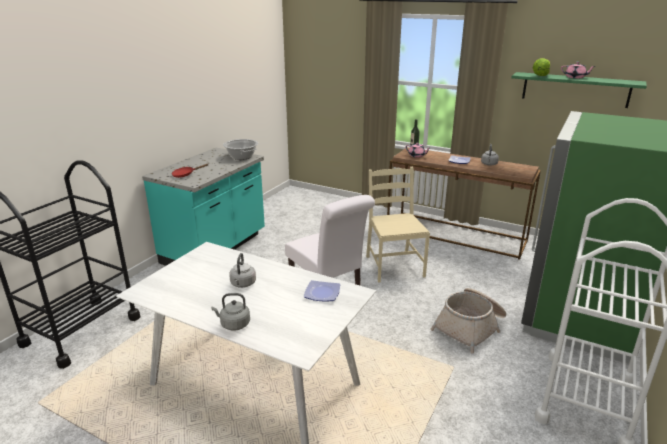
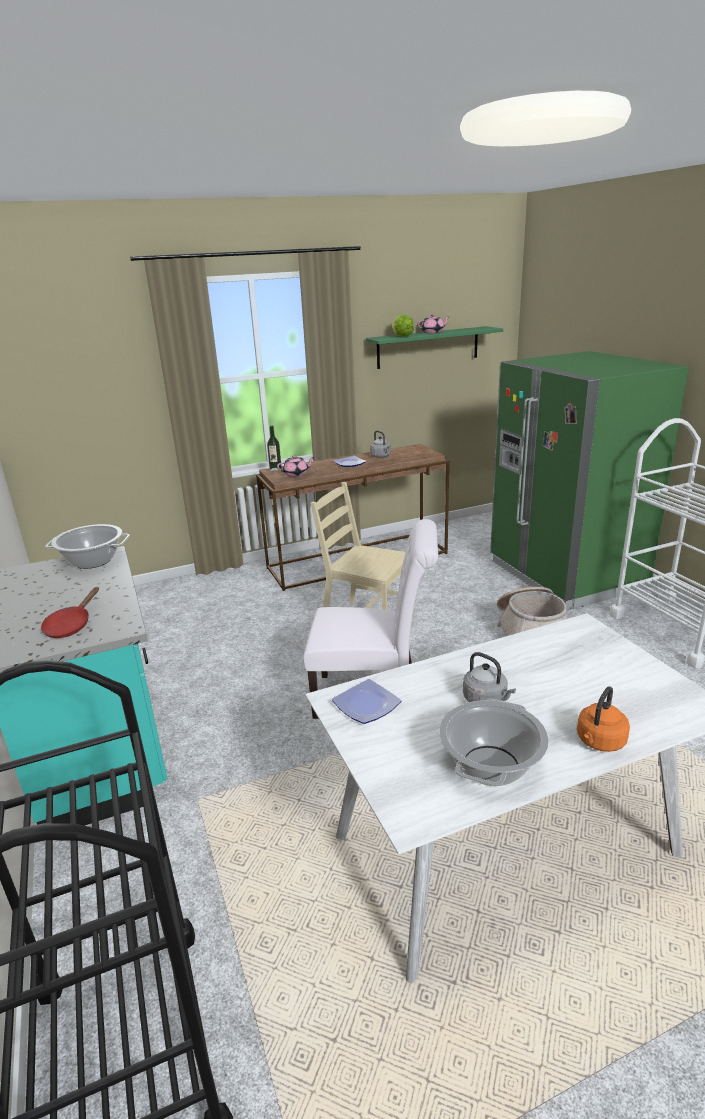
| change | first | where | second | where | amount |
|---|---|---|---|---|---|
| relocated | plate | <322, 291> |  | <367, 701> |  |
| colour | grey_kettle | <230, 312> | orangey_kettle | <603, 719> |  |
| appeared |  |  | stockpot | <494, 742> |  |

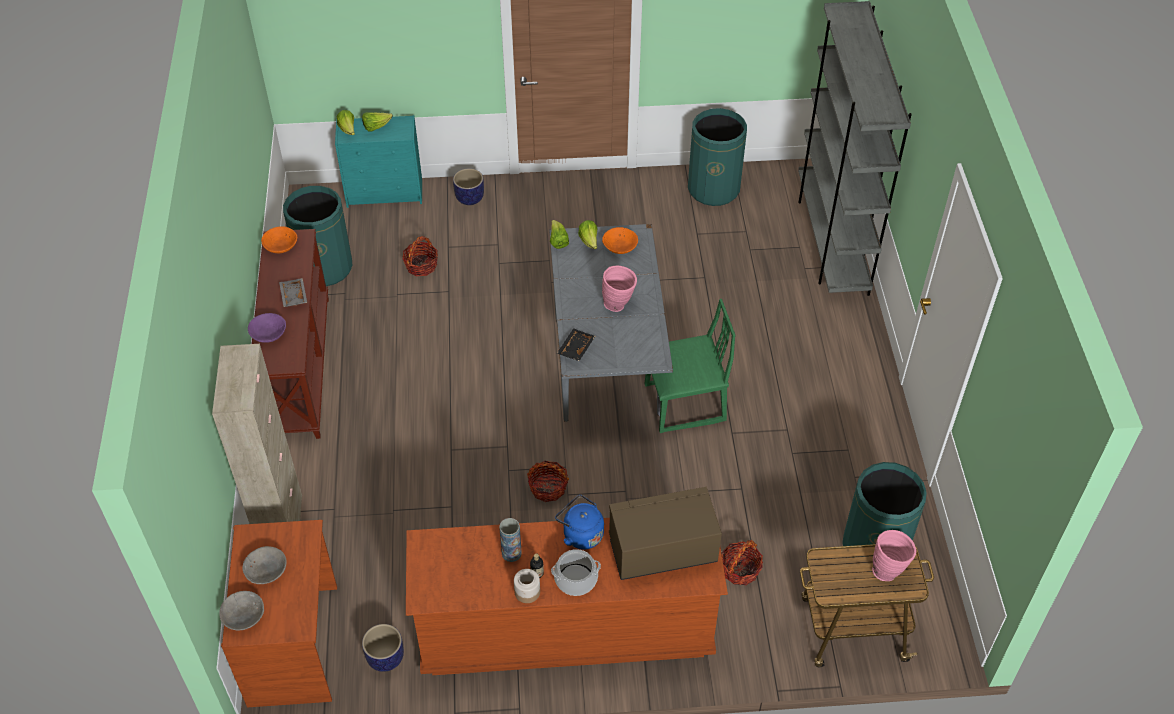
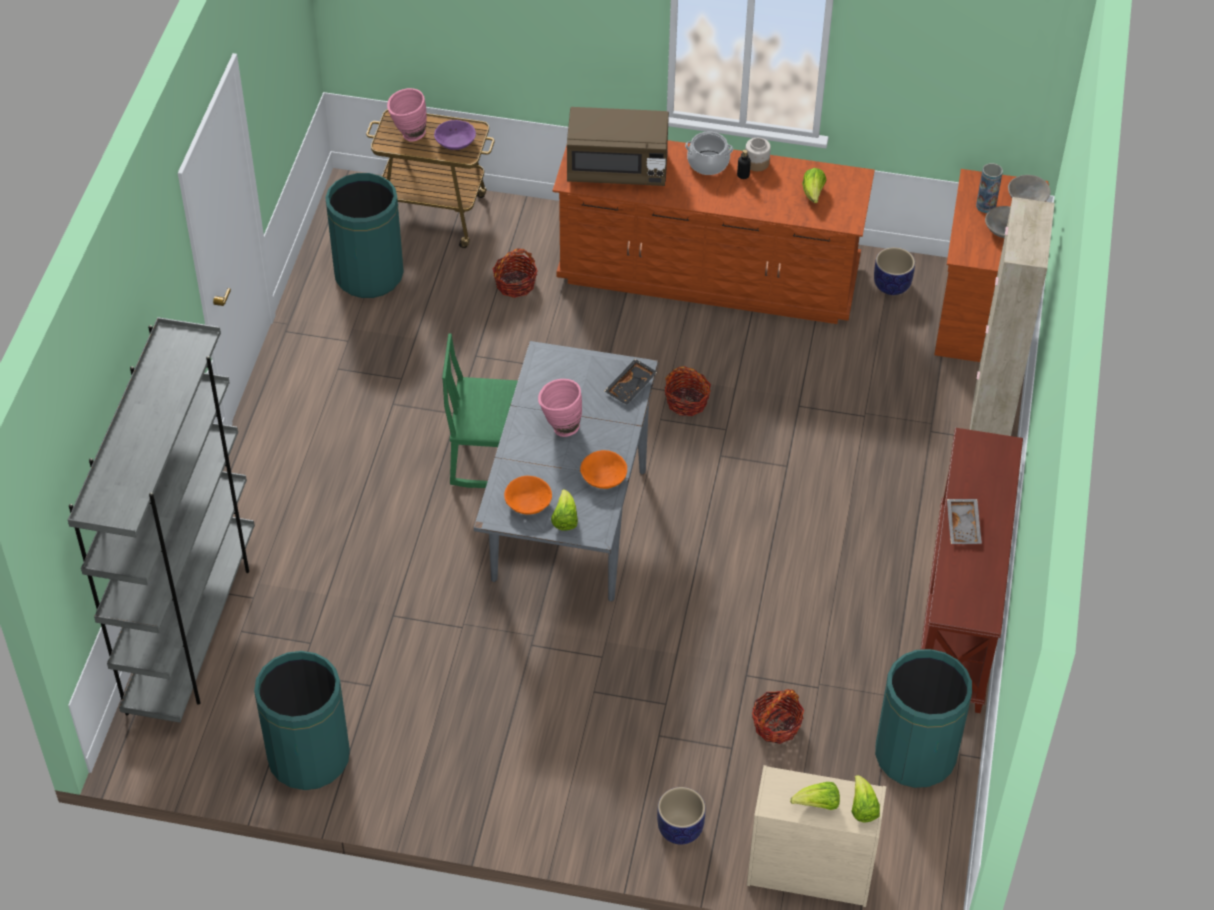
| change | first | where | second | where | amount |
|---|---|---|---|---|---|
| colour | blue-green_chest_of_drawers | <378, 161> | sand-coloured_chest_of_drawers | <816, 836> |  |
| relocated | head_of_lettuce | <559, 234> |  | <814, 185> |  |
| relocated | orangey_bowl | <279, 239> |  | <603, 469> |  |
| relocated | purple-coloured_bowl | <267, 328> |  | <455, 135> |  |
| missing | bluish_kettle | <579, 522> |  |  |  |
| relocated | flower_vase | <510, 540> |  | <989, 188> |  |

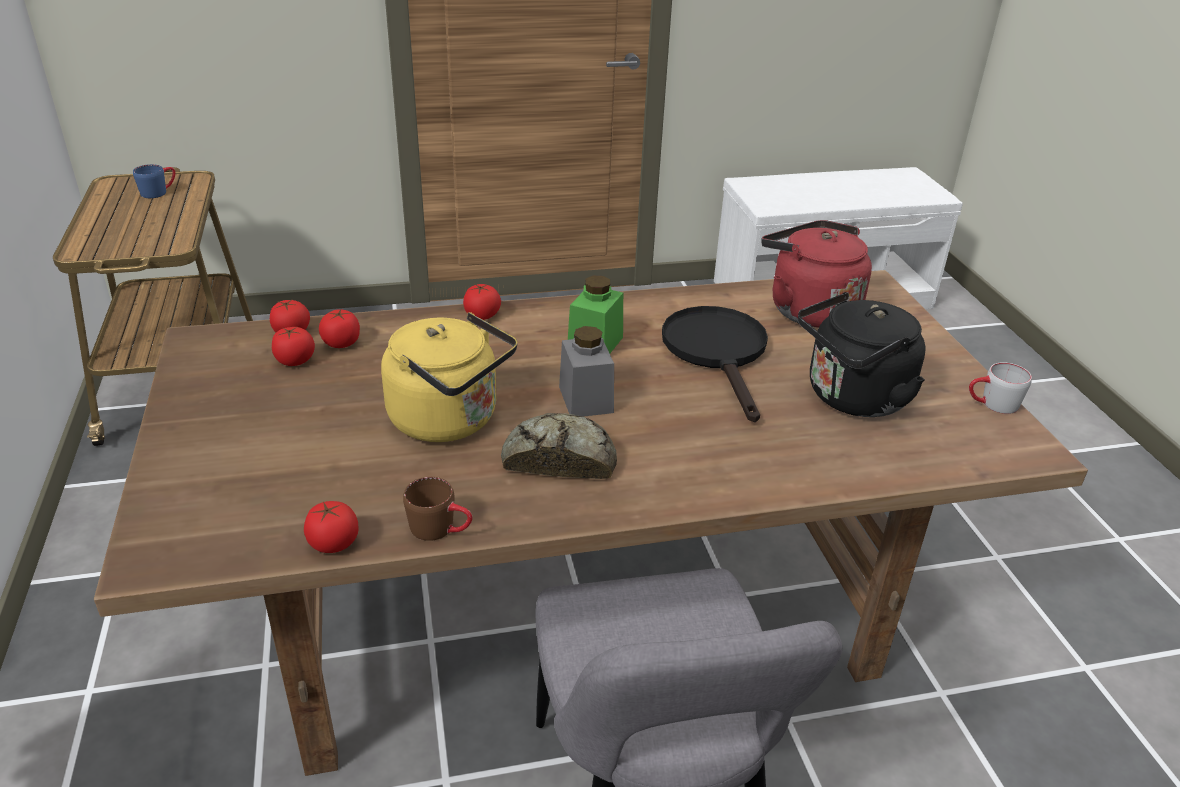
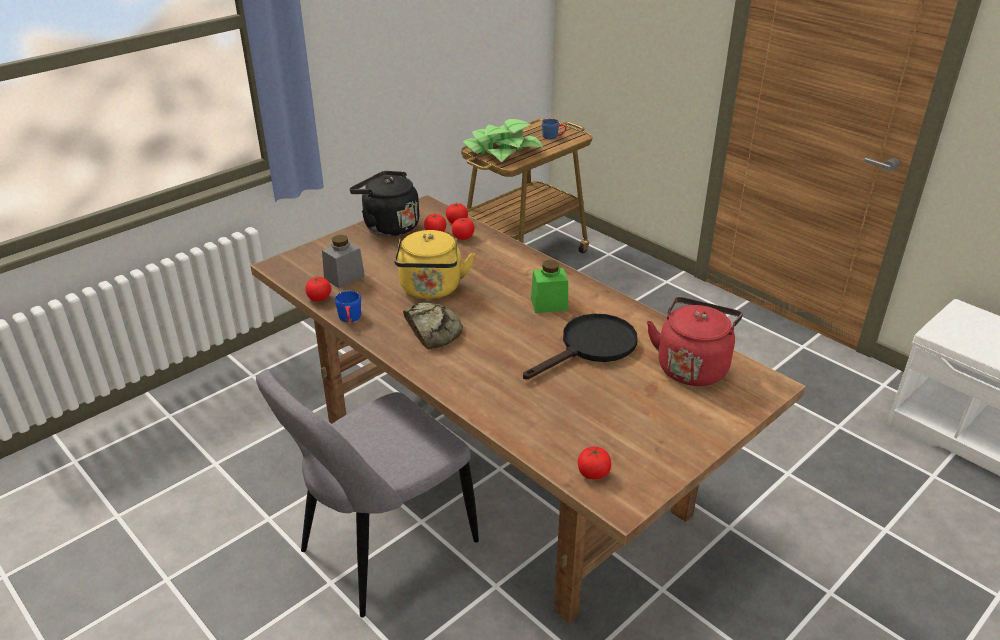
| change | first | where | second | where | amount |
|---|---|---|---|---|---|
| relocated | tomato | <482, 302> |  | <594, 463> |  |
| relocated | blackish_kettle | <861, 354> |  | <384, 203> |  |
| relocated | grey_storage_jar | <586, 371> |  | <343, 261> |  |
| missing | grey_mug | <1000, 388> |  |  |  |
| colour | brown_mug | <437, 509> | bluish_mug | <348, 306> |  |
| appeared |  |  | houseplant | <503, 140> |  |

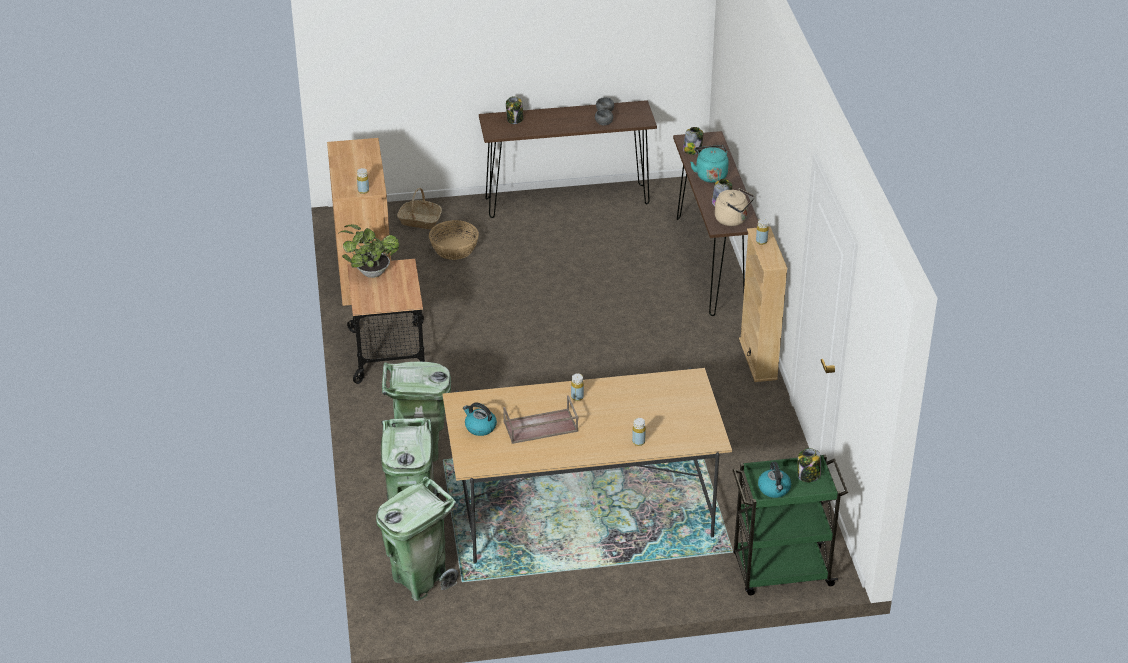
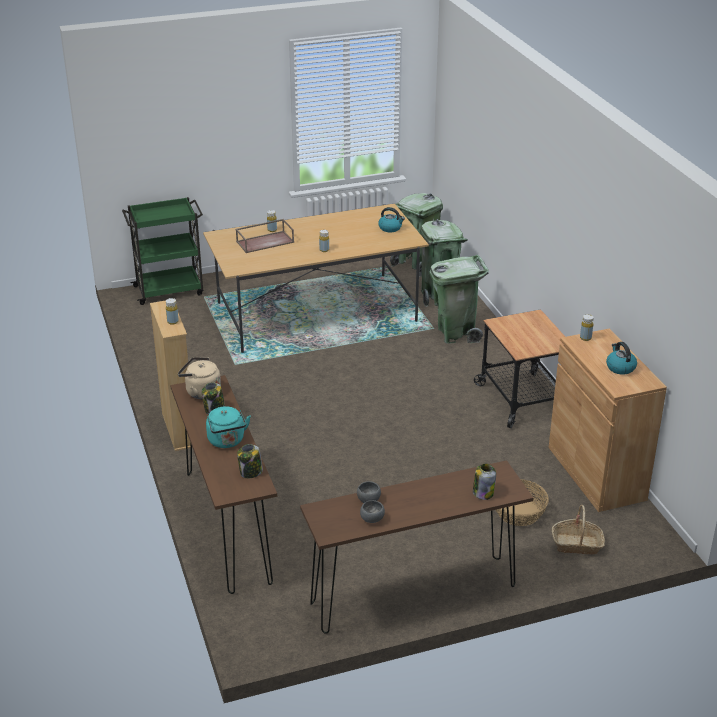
| change | first | where | second | where | amount |
|---|---|---|---|---|---|
| missing | houseplant | <368, 251> |  |  |  |
| relocated | brown_serving_tray | <540, 419> |  | <265, 236> |  |
| missing | storage_jar | <809, 465> |  |  |  |
| relocated | kettle | <774, 480> |  | <621, 358> |  |

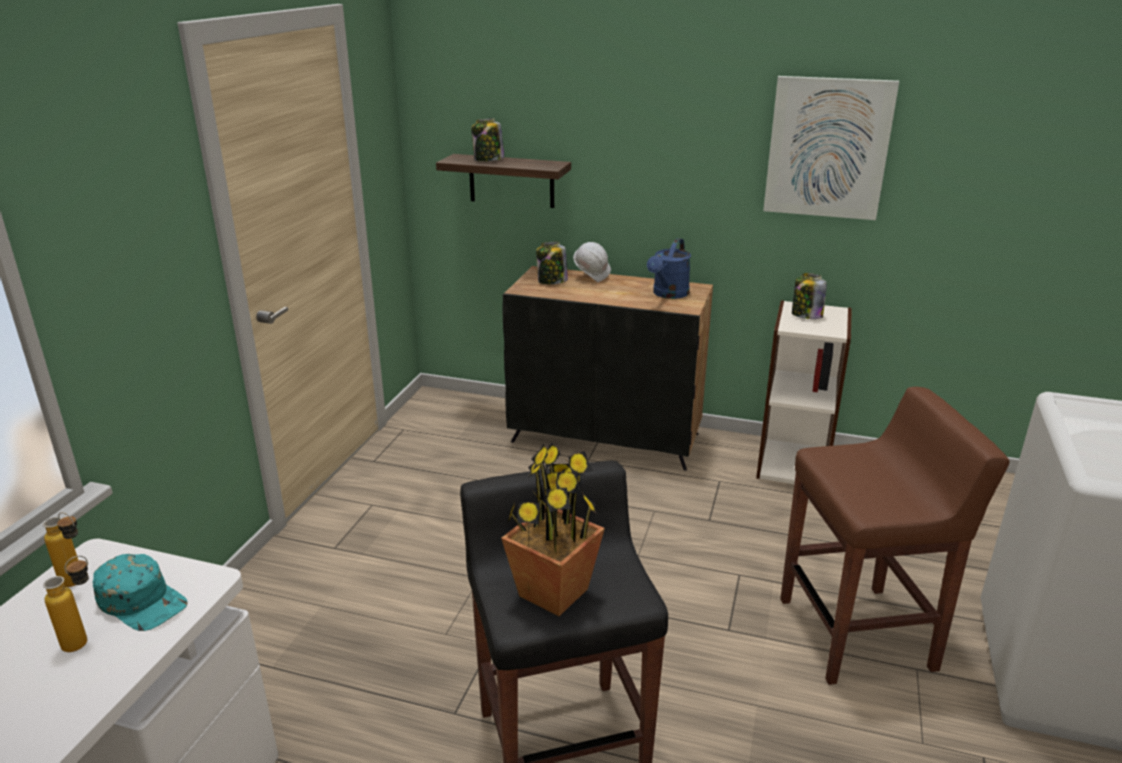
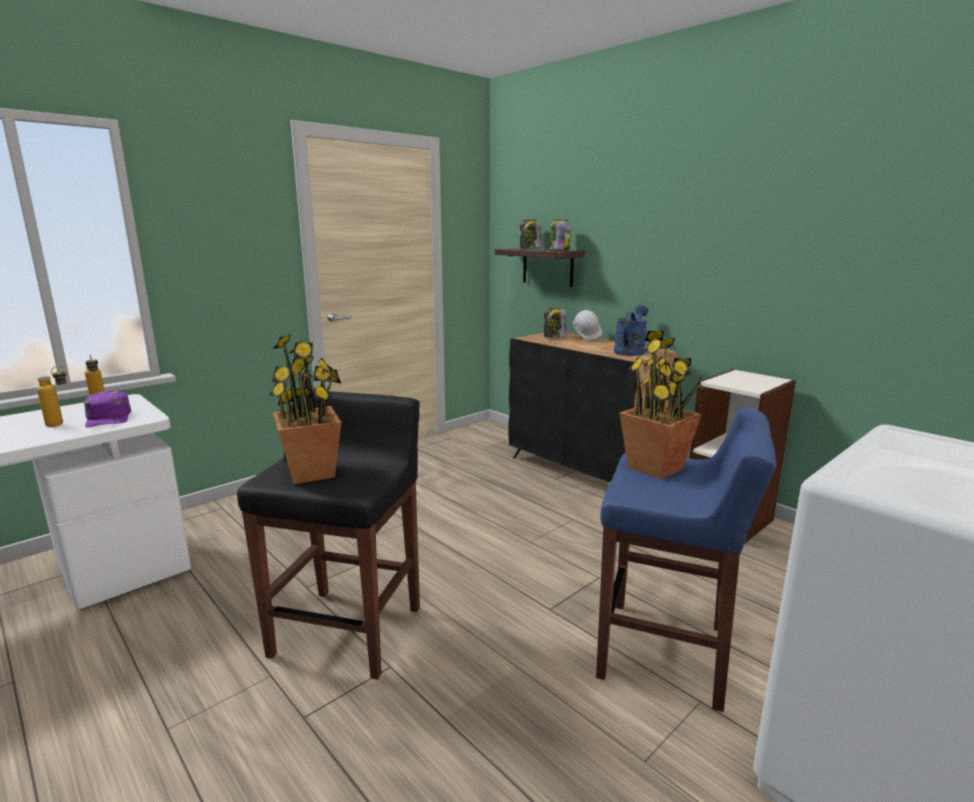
| change | first | where | second | where | amount |
|---|---|---|---|---|---|
| missing | picture | <831, 148> |  |  |  |
| spun | bluish_watering_pot | <669, 268> |  | <631, 330> | 150 degrees clockwise |
| relocated | storage_jar | <809, 296> |  | <560, 234> |  |
| colour | brown_stool | <895, 536> | bluish_stool | <686, 560> |  |
| colour | blue-green_cap | <140, 592> | purple-coloured_cap | <107, 408> |  |
| appeared |  |  | houseplant | <661, 405> |  |

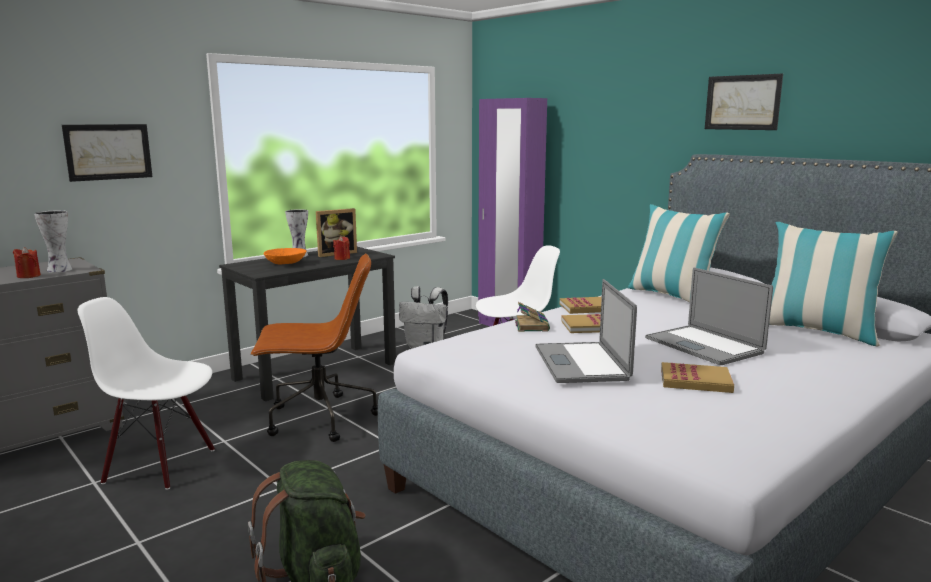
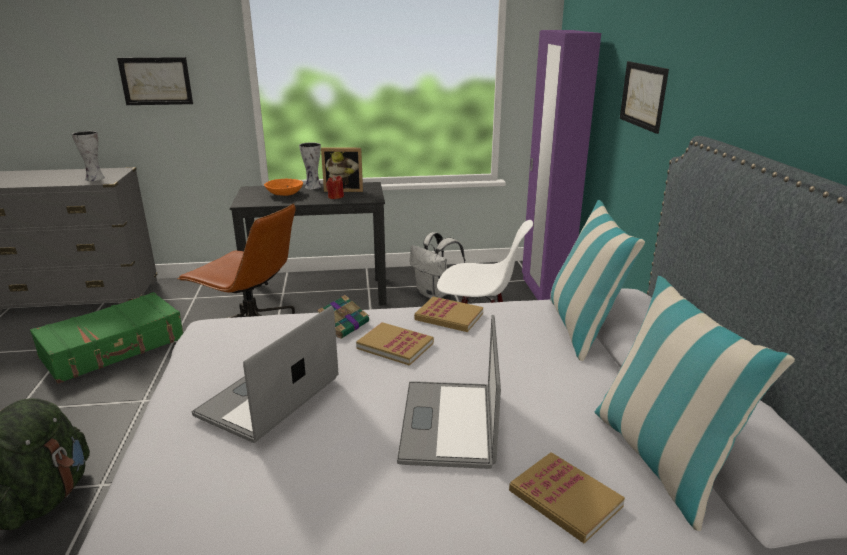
| change | first | where | second | where | amount |
|---|---|---|---|---|---|
| relocated | picture | <744, 102> |  | <644, 97> |  |
| missing | red-coloured_wax_light | <27, 262> |  |  |  |
| exchanged | white_upright_chair | <146, 393> | green_travel_case | <106, 338> |  |
| relocated | bound_book | <697, 377> |  | <567, 497> |  |

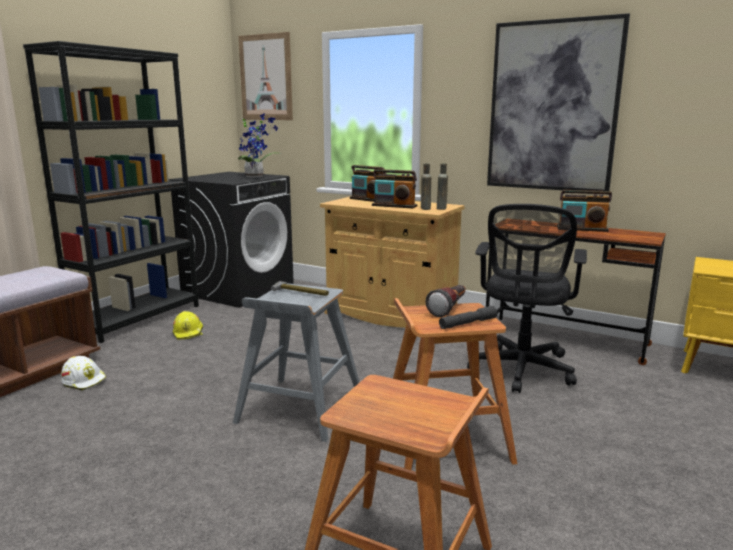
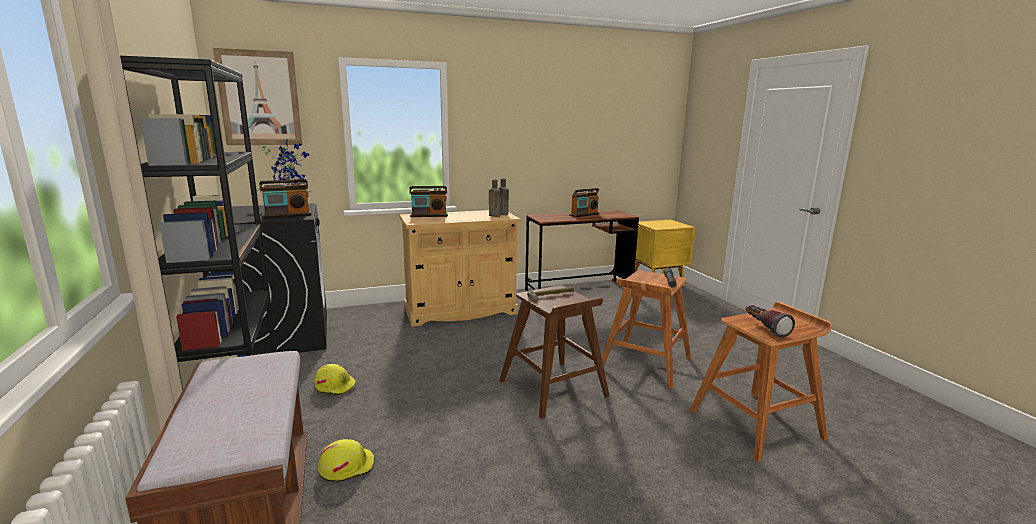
| change | first | where | second | where | amount |
|---|---|---|---|---|---|
| missing | picture | <558, 102> |  |  |  |
| relocated | radio_receiver | <394, 189> |  | <285, 199> |  |
| missing | blackish_computer_chair | <527, 298> |  |  |  |
| colour | grey_stool | <296, 362> | brown_stool | <554, 352> |  |
| relocated | flashlight | <445, 301> |  | <770, 321> |  |
| colour | white_hard_hat | <83, 373> | yellowish_hard_hat | <346, 460> |  |

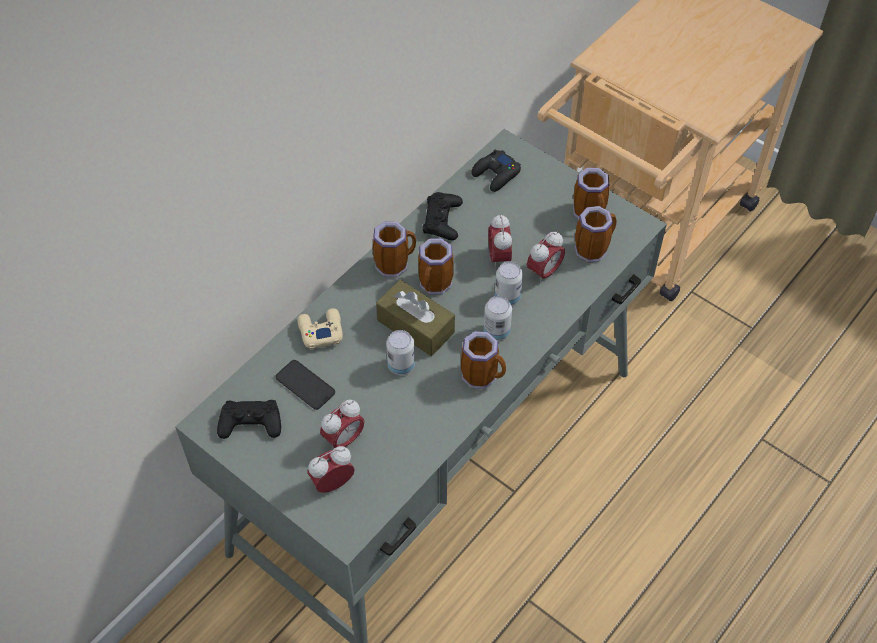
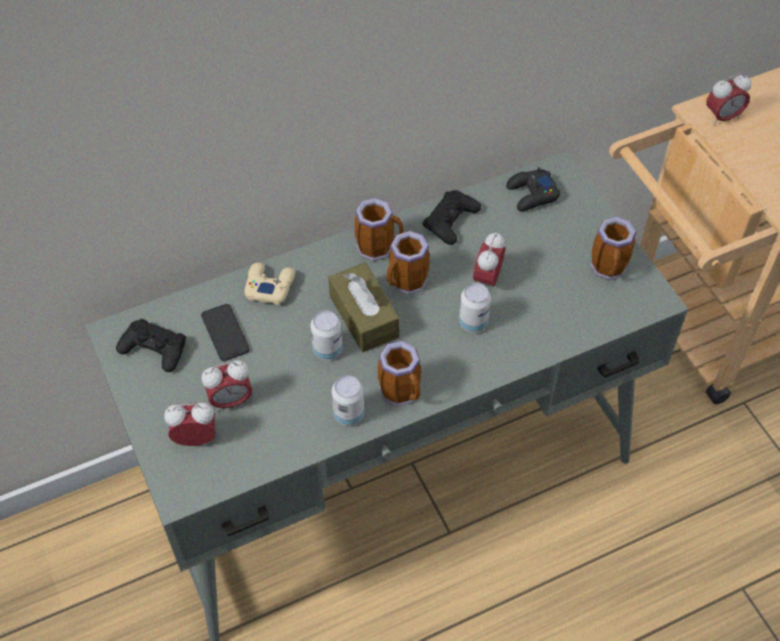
| change | first | where | second | where | amount |
|---|---|---|---|---|---|
| missing | mug | <596, 234> |  |  |  |
| relocated | alarm_clock | <546, 257> |  | <728, 99> |  |
| relocated | can | <498, 318> |  | <348, 400> |  |

